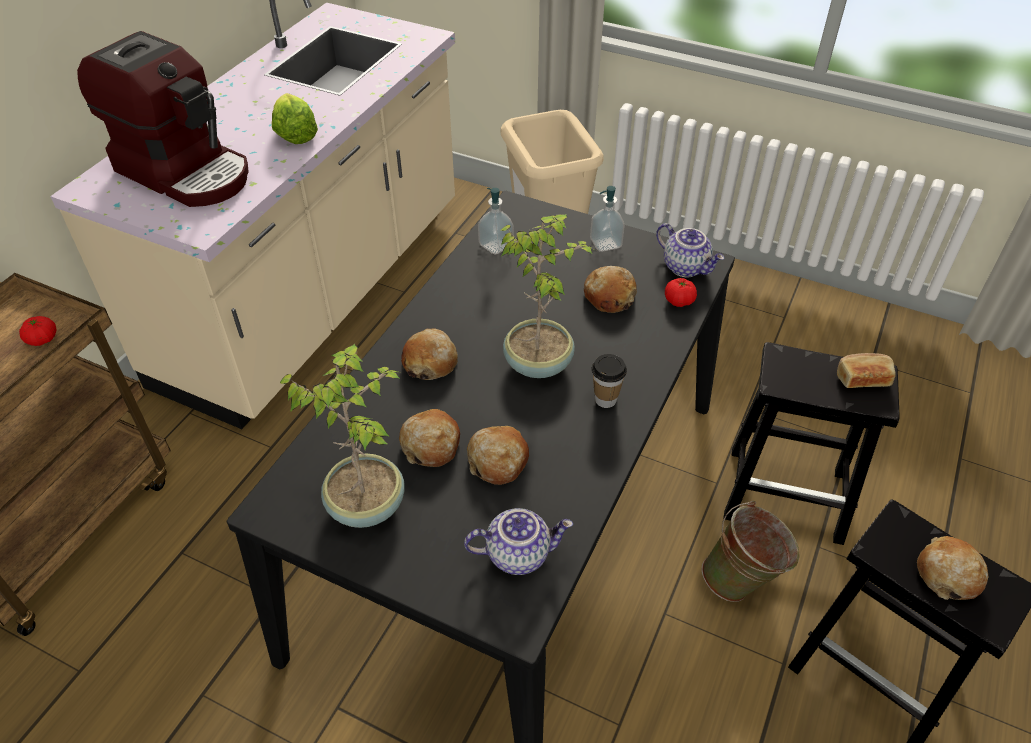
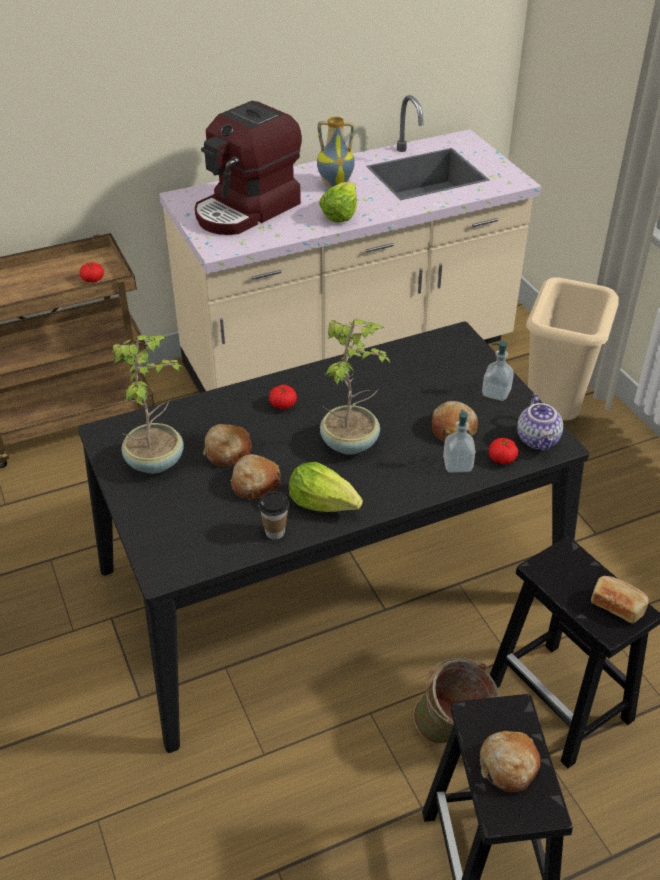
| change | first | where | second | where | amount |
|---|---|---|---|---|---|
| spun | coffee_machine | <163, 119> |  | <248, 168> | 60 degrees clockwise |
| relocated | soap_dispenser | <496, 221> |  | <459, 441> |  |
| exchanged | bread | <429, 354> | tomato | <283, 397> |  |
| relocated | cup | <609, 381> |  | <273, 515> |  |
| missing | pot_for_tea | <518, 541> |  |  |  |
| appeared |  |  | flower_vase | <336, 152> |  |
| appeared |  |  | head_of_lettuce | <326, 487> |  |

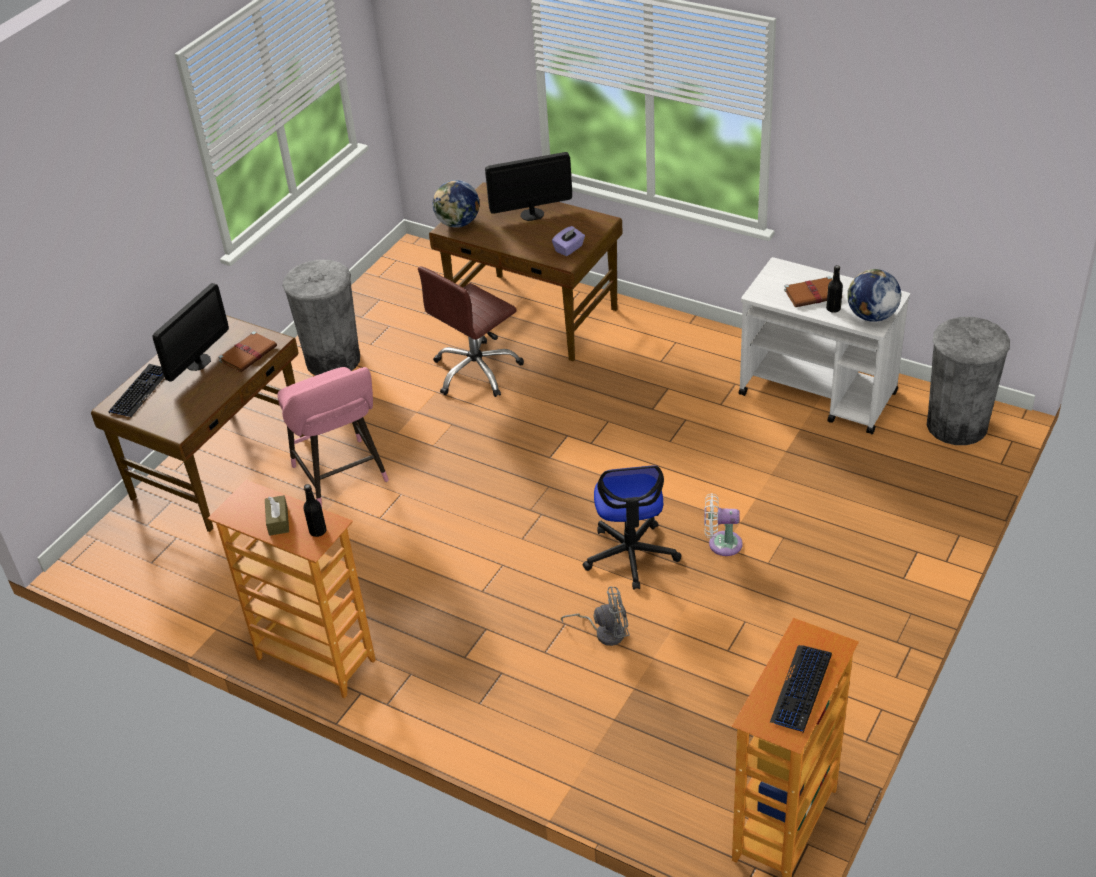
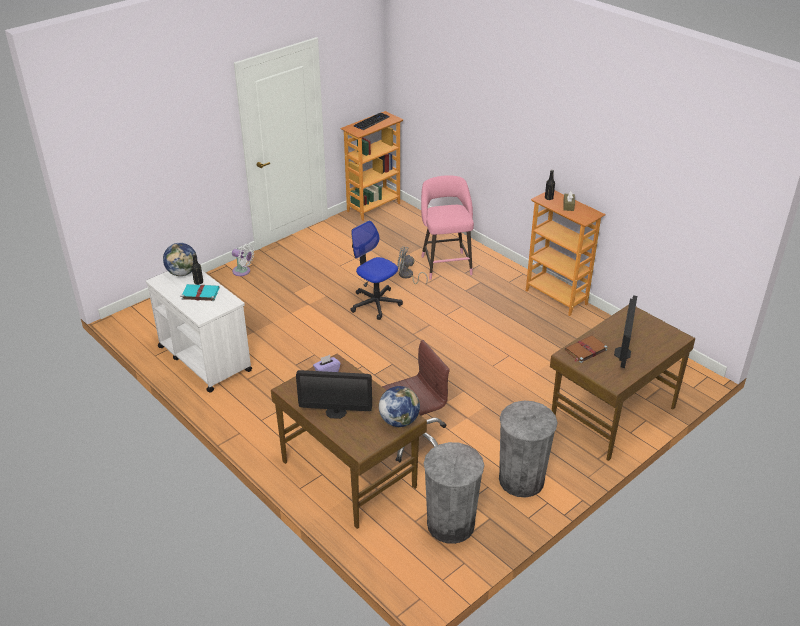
| change | first | where | second | where | amount |
|---|---|---|---|---|---|
| colour | brown_bound_book | <808, 291> | blue-green_bound_book | <200, 292> |  |
| spun | computer_display | <191, 332> |  | <625, 331> | 150 degrees clockwise |
| relocated | grey_waste_bin | <968, 381> |  | <454, 493> |  |
| missing | keyboard | <136, 390> |  |  |  |
| relocated | pink-coloured_stool | <333, 437> |  | <447, 227> |  |
| spun | computer_chair | <632, 528> |  | <376, 270> | 60 degrees counterclockwise |
| relocated | white_cooling_fan | <723, 524> |  | <243, 260> |  |

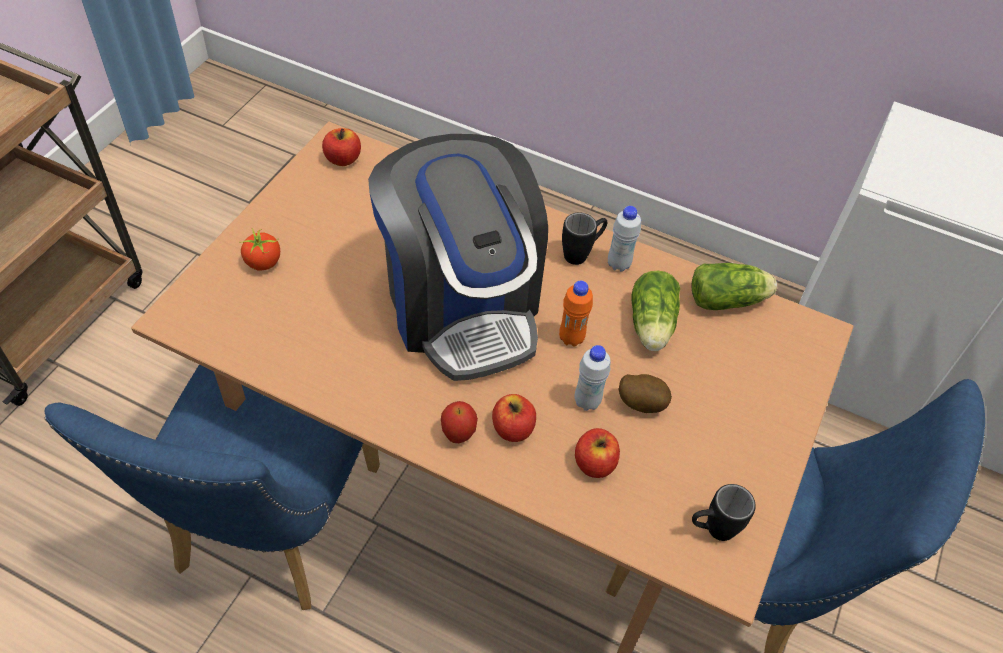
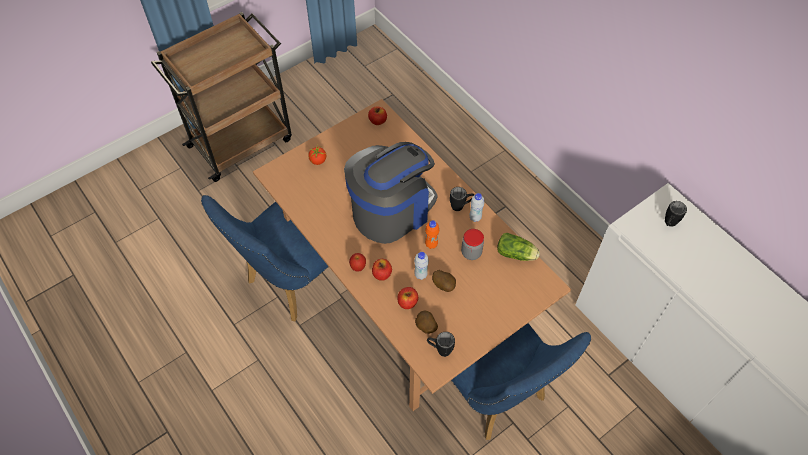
| change | first | where | second | where | amount |
|---|---|---|---|---|---|
| spun | coffee_machine | <458, 257> |  | <391, 193> | 135 degrees counterclockwise |
| exchanged | head_of_lettuce | <655, 311> | storage_jar | <472, 244> |  |
| appeared |  |  | blackish_mug | <676, 214> |  |
| appeared |  |  | spud | <426, 322> |  |

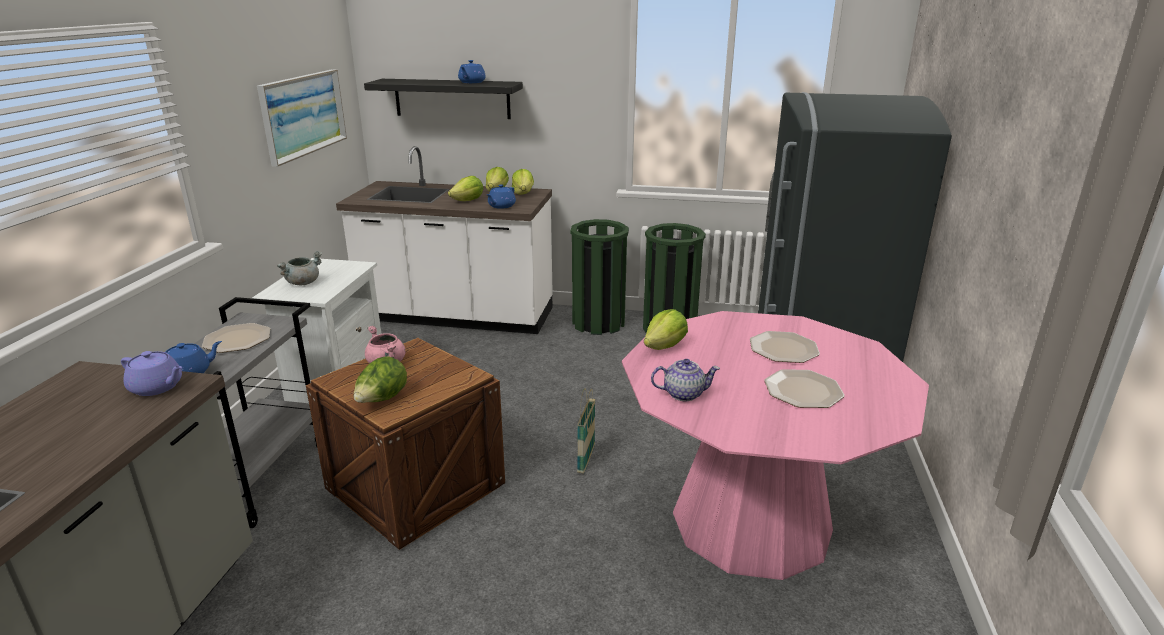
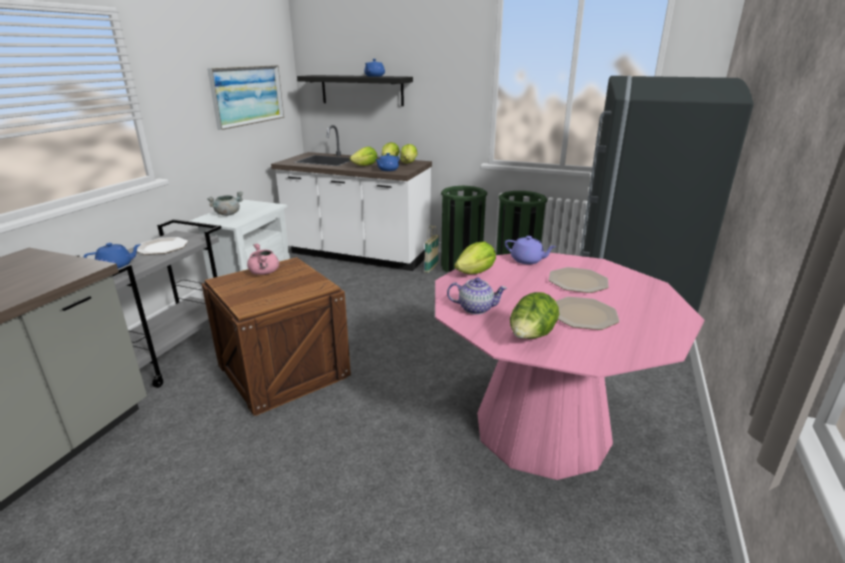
| change | first | where | second | where | amount |
|---|---|---|---|---|---|
| relocated | purple-coloured_pot_for_tea | <151, 373> |  | <530, 250> |  |
| relocated | head_of_lettuce | <380, 379> |  | <534, 315> |  |
| relocated | basket | <586, 431> |  | <431, 249> |  |

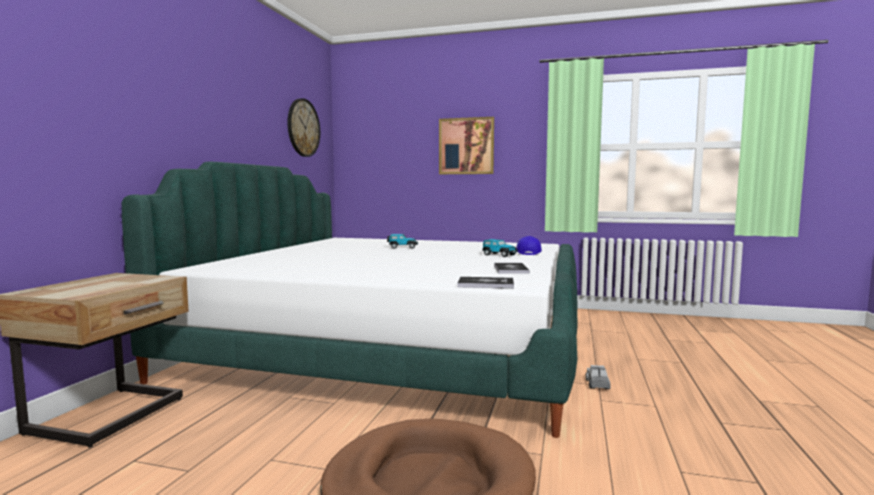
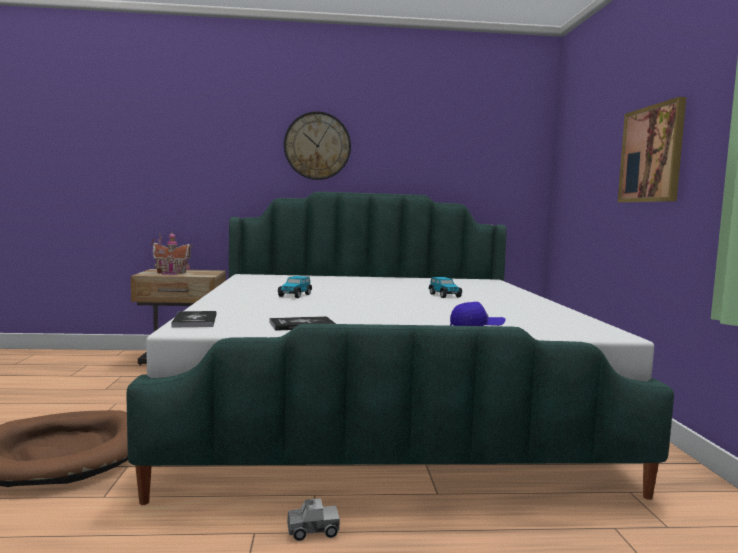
| change | first | where | second | where | amount |
|---|---|---|---|---|---|
| relocated | hanging_clock | <303, 127> |  | <317, 145> |  |
| relocated | toy_car | <500, 248> |  | <295, 287> |  |
| appeared |  |  | model_house | <172, 253> |  |

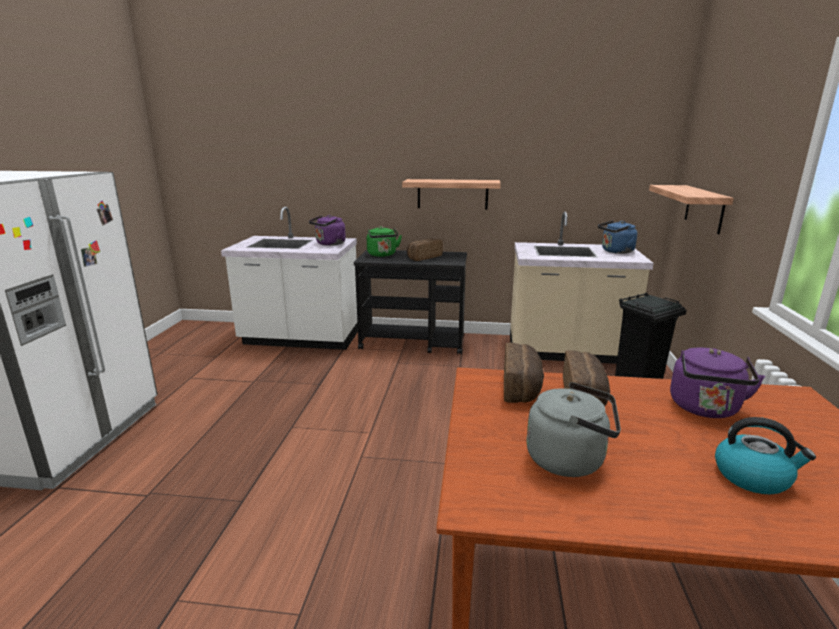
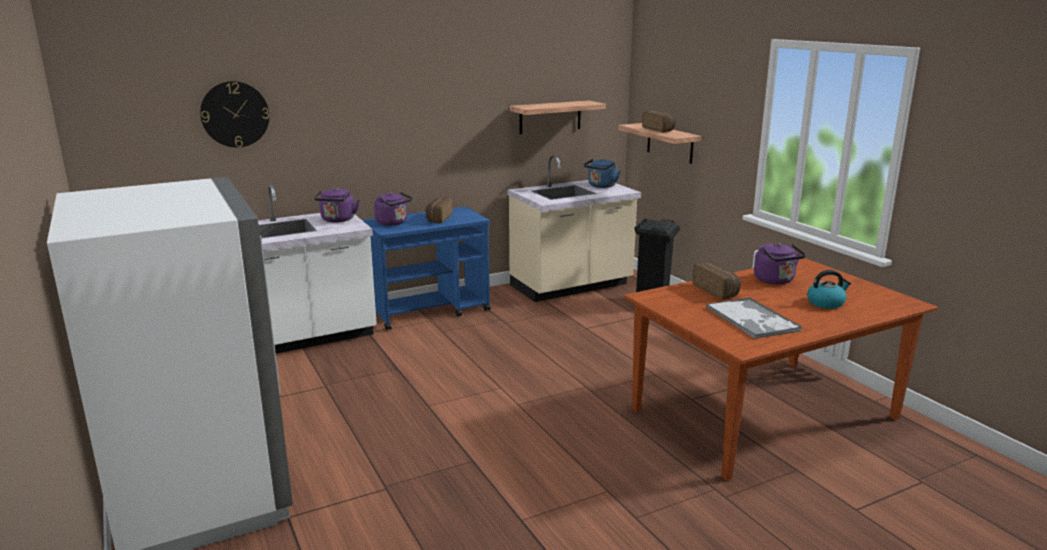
| change | first | where | second | where | amount |
|---|---|---|---|---|---|
| relocated | shelf | <451, 194> |  | <558, 117> |  |
| colour | green_kettle | <384, 241> | purple-coloured_kettle | <393, 209> |  |
| colour | blackish_trolley | <410, 302> | bluish_trolley | <426, 268> |  |
| relocated | bread | <524, 373> |  | <659, 122> |  |
| exchanged | grey_kettle | <573, 429> | serving_tray | <754, 318> |  |
| appeared |  |  | hanging_clock | <234, 114> |  |

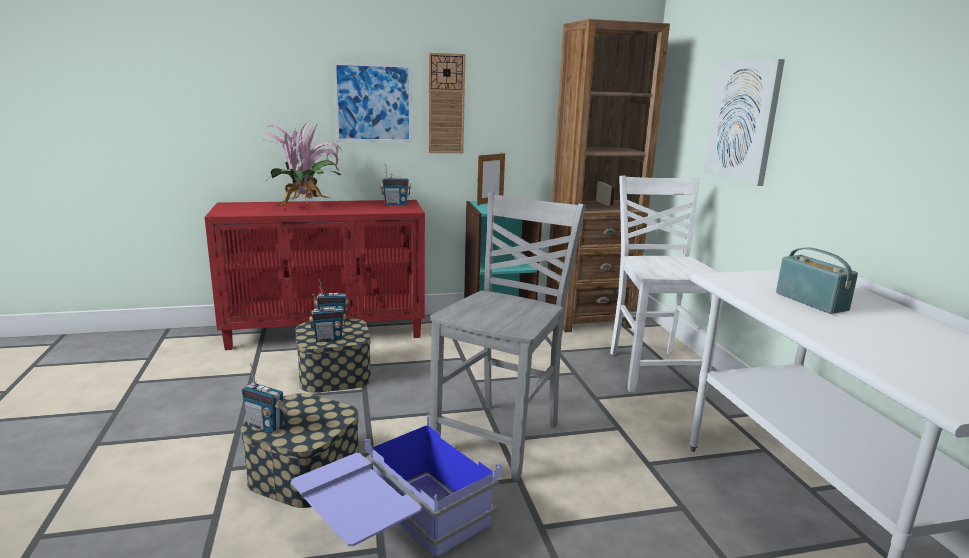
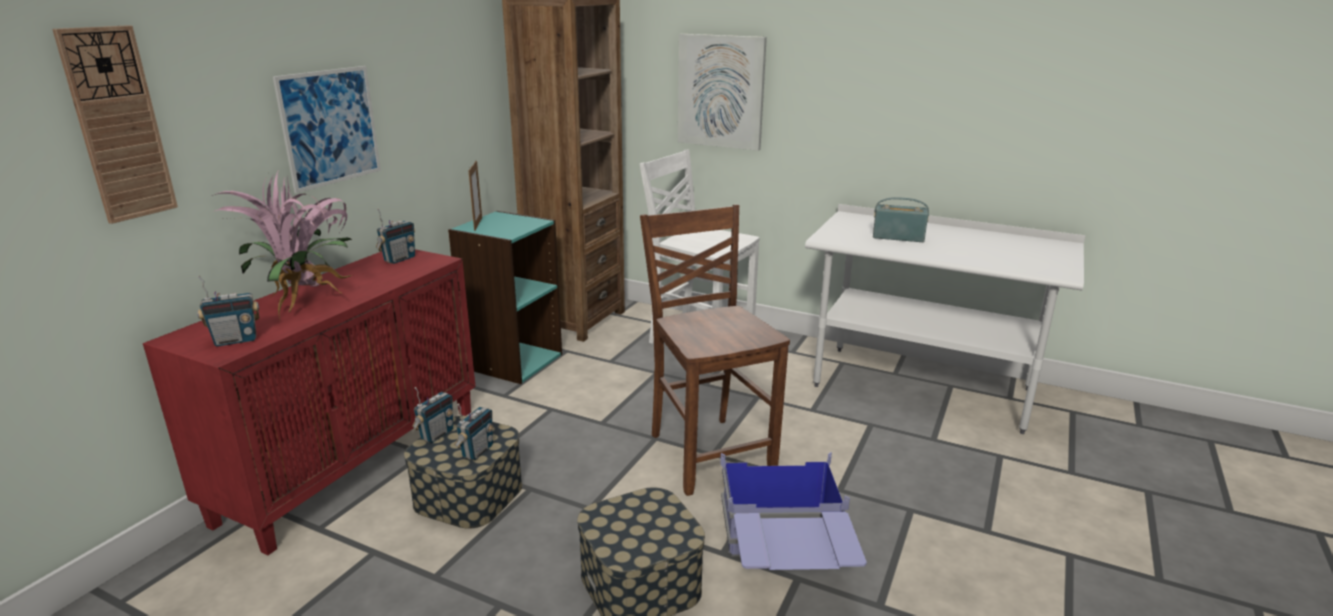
| change | first | where | second | where | amount |
|---|---|---|---|---|---|
| relocated | hanging_clock | <446, 103> |  | <115, 124> |  |
| colour | grey_upright_chair | <507, 337> | brown_upright_chair | <715, 350> |  |
| relocated | radio_receiver | <265, 398> |  | <228, 311> |  |

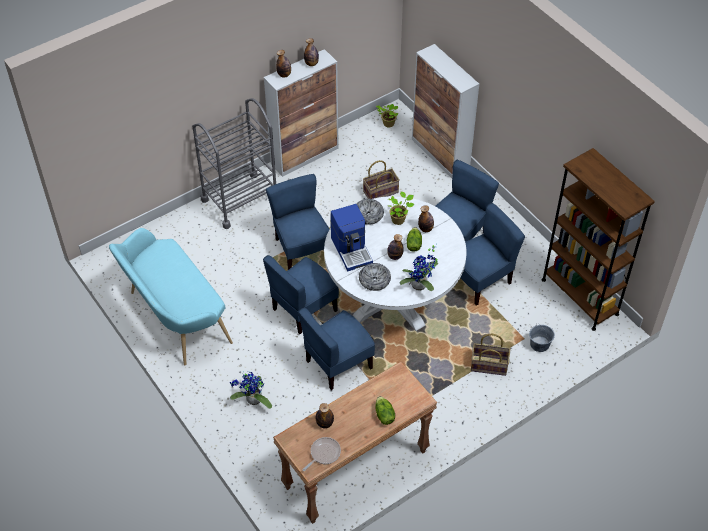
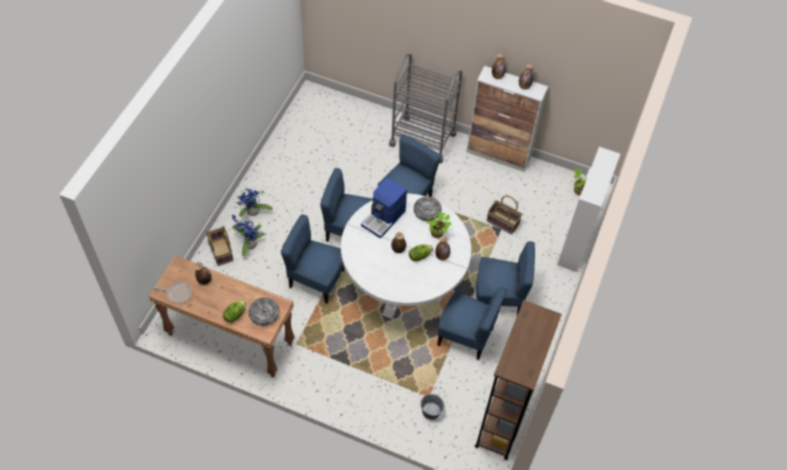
| change | first | where | second | where | amount |
|---|---|---|---|---|---|
| missing | blue-green_bench | <171, 297> |  |  |  |
| relocated | houseplant | <419, 267> |  | <255, 203> |  |
| relocated | bowl | <375, 277> |  | <264, 312> |  |
| relocated | basket | <490, 355> |  | <219, 246> |  |

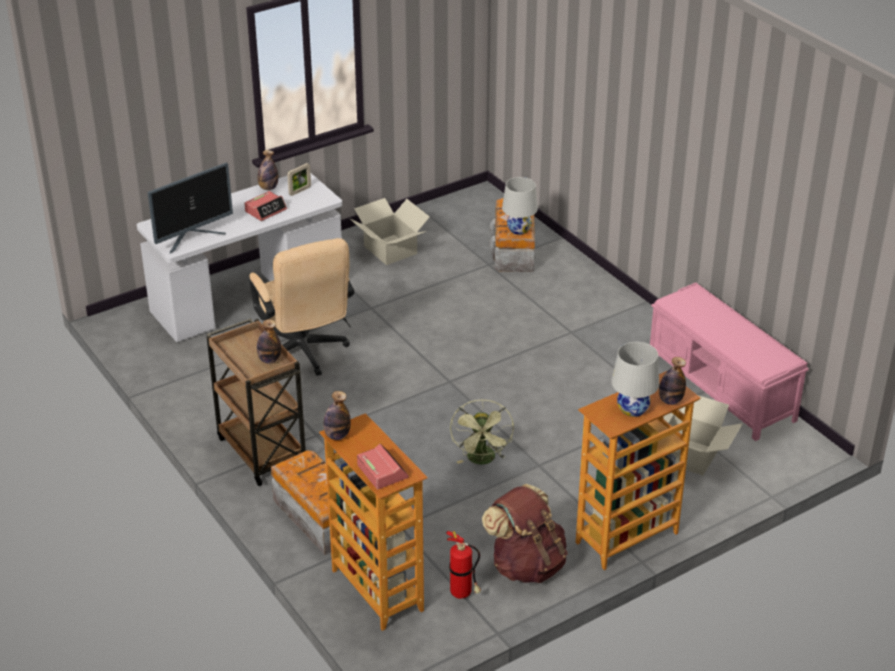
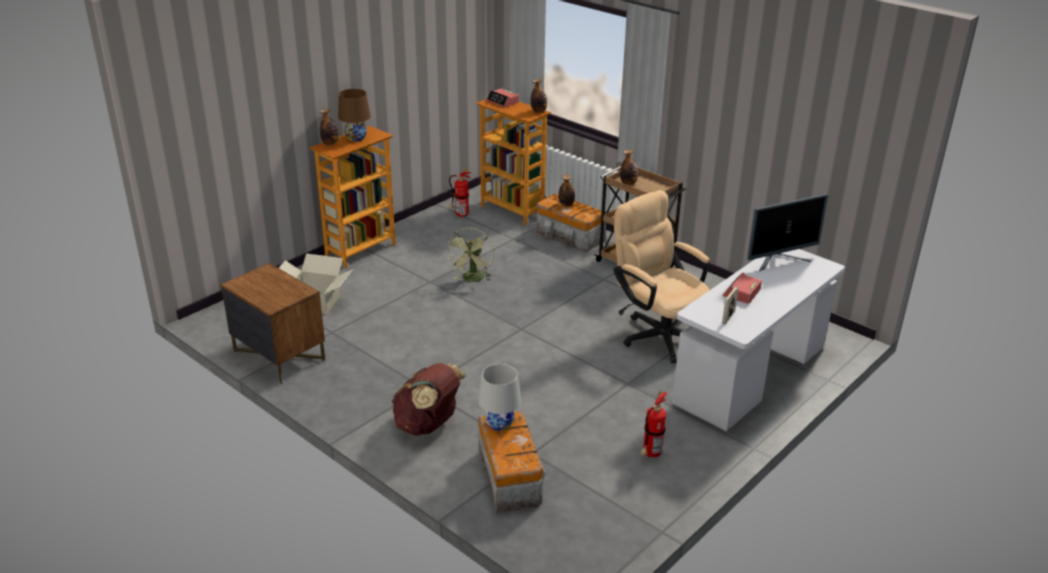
| change | first | where | second | where | amount |
|---|---|---|---|---|---|
| relocated | beverage_bottle | <268, 170> |  | <566, 190> |  |
| spun | computer_display | <190, 208> |  | <787, 232> | 150 degrees counterclockwise |
| exchanged | carton | <390, 231> | fire_extinguisher | <654, 424> |  |
| exchanged | pink-coloured_bench | <729, 362> | brown_night_table | <273, 323> |  |
| colour | white_lamp_for_a_table | <635, 379> | brown_lamp_for_a_table | <354, 115> |  |
| spun | green_cooling_fan | <482, 431> |  | <470, 255> | 150 degrees counterclockwise |
| relocated | brown_backpack | <525, 533> |  | <429, 399> |  |

